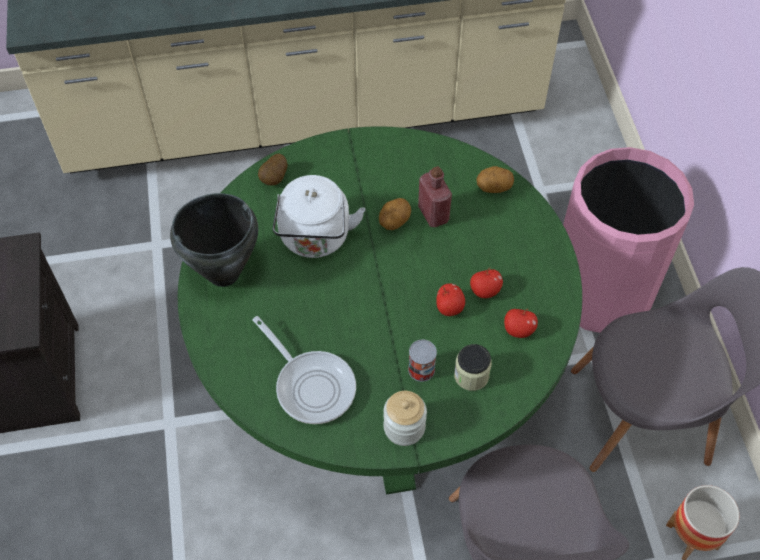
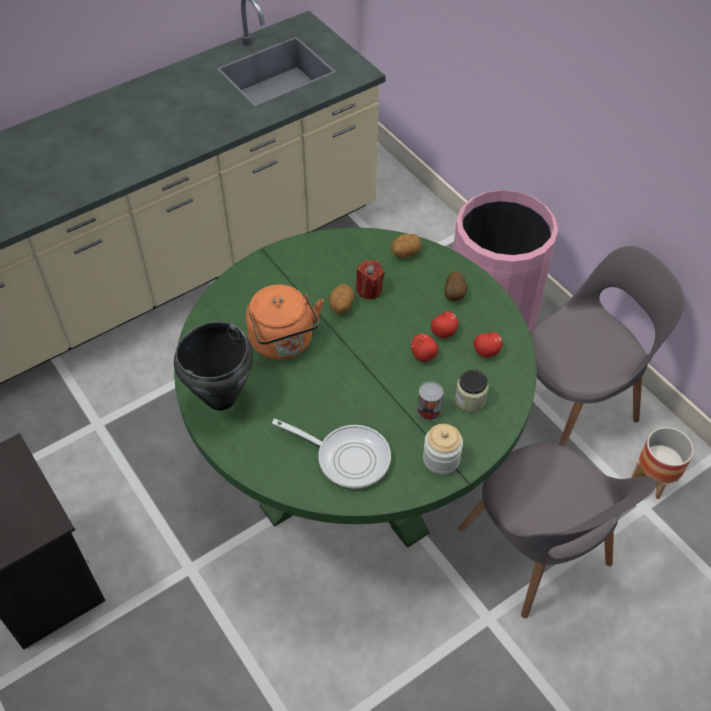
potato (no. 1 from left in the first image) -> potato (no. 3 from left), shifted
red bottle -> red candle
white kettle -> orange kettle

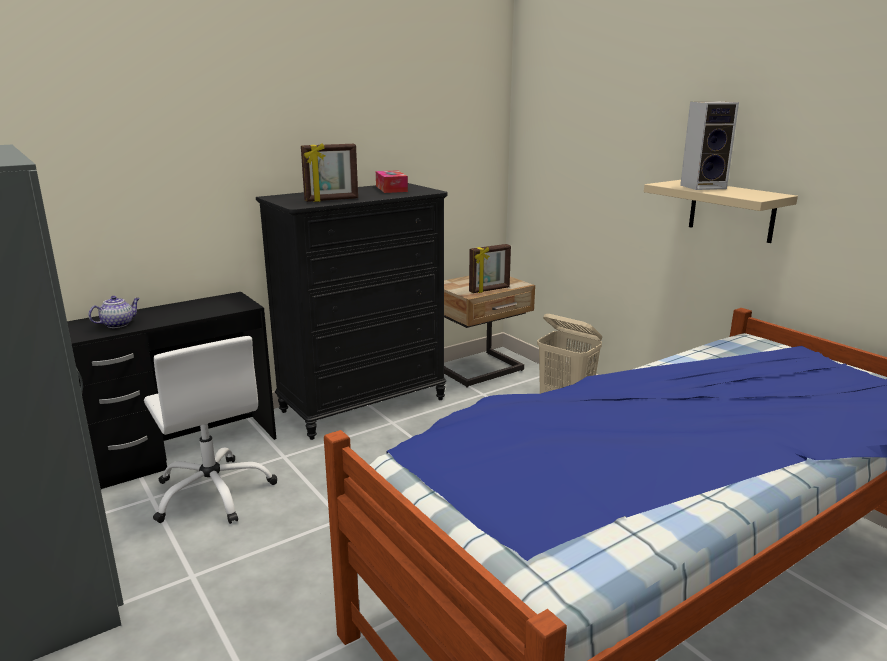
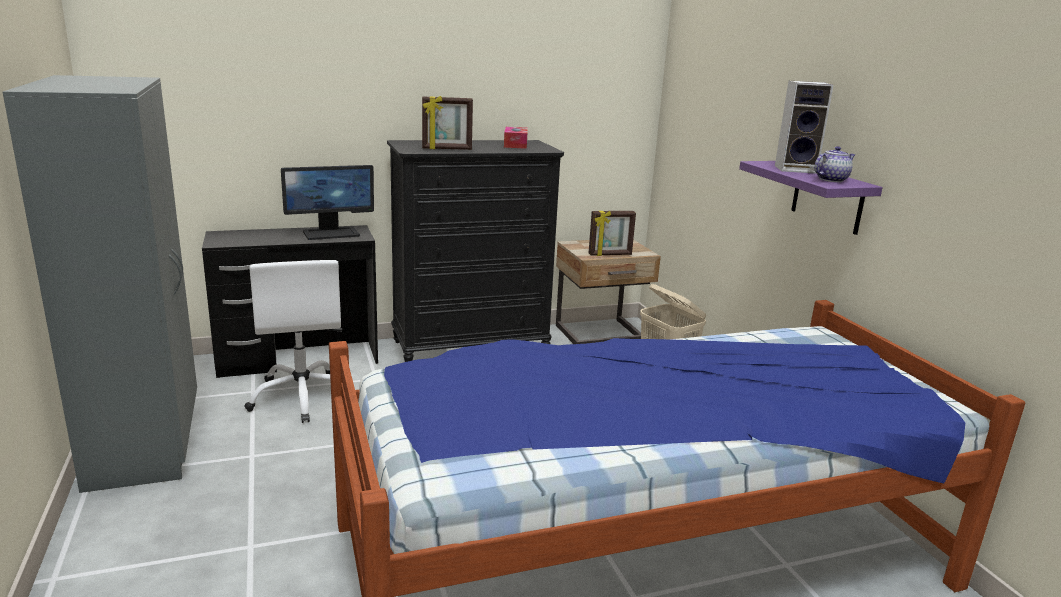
beige shelf -> purple shelf
teapot, shifted
none -> monitor

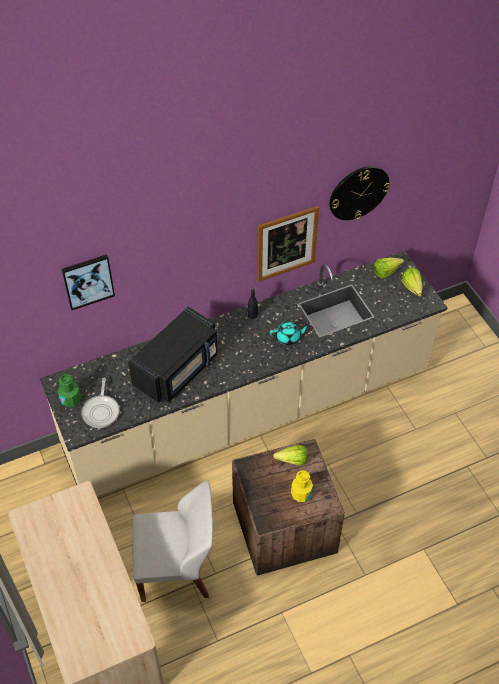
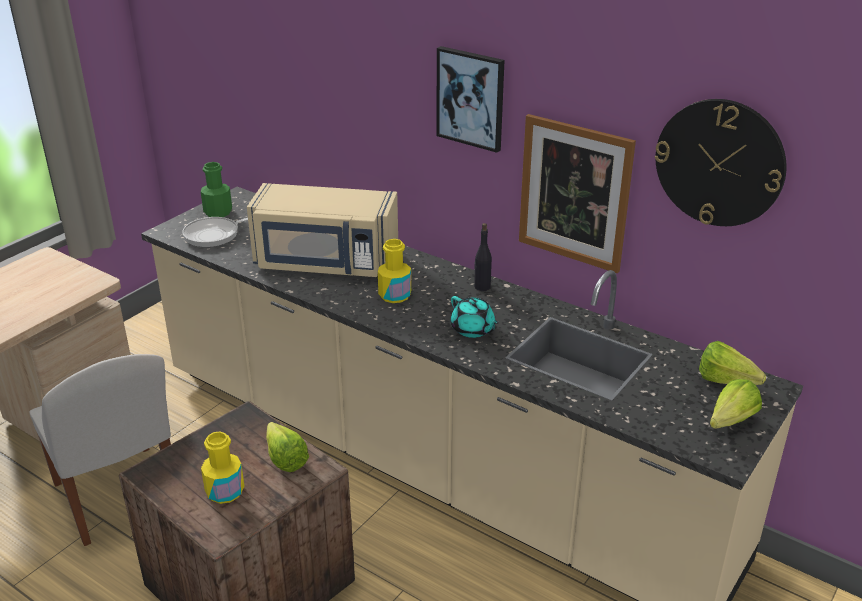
picture (no. 1 from left), shifted
black microwave -> beige microwave
none -> yellow bottle (no. 2 from left)

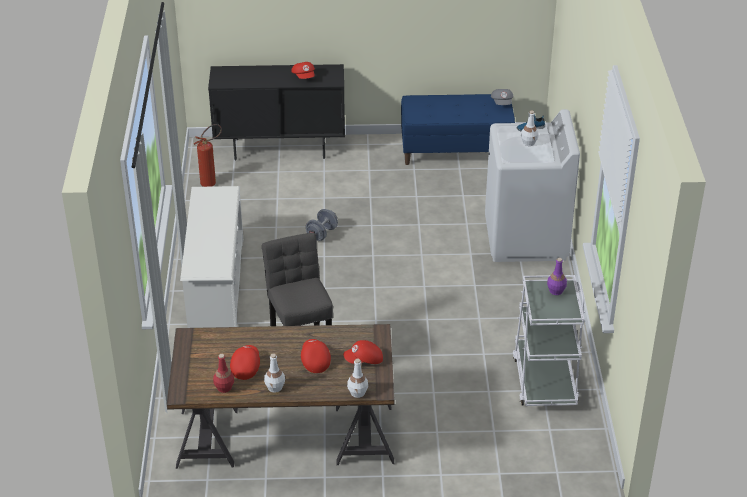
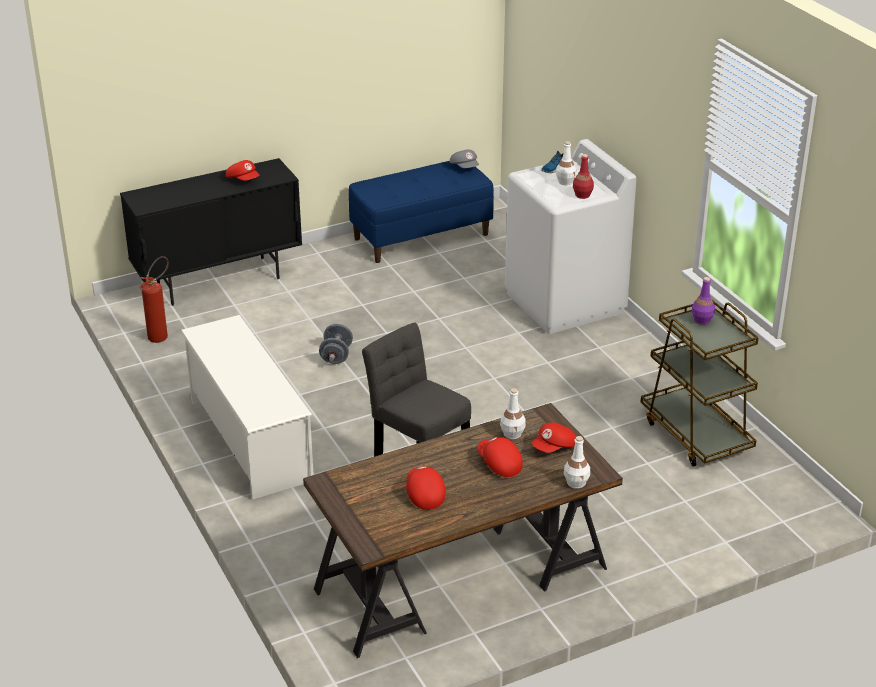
white cart -> brown cart
white bottle (no. 1 from left), shifted
red bottle, shifted

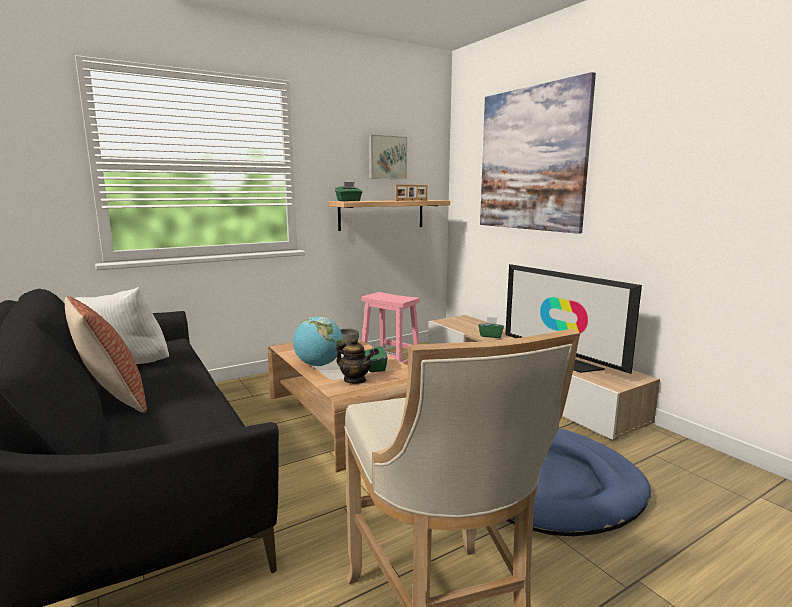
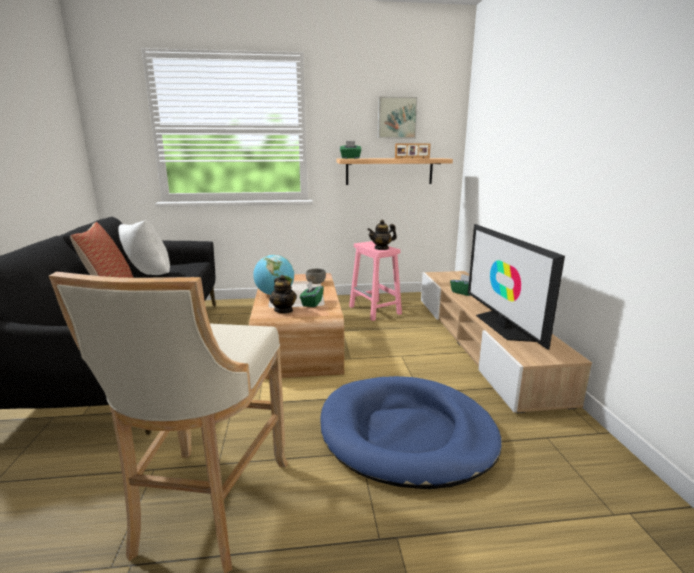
picture (no. 2 from left) -> none
none -> teapot (no. 2 from left)

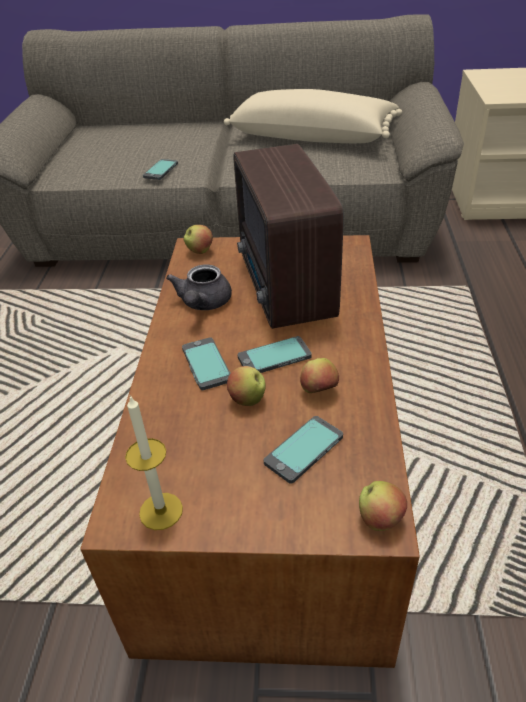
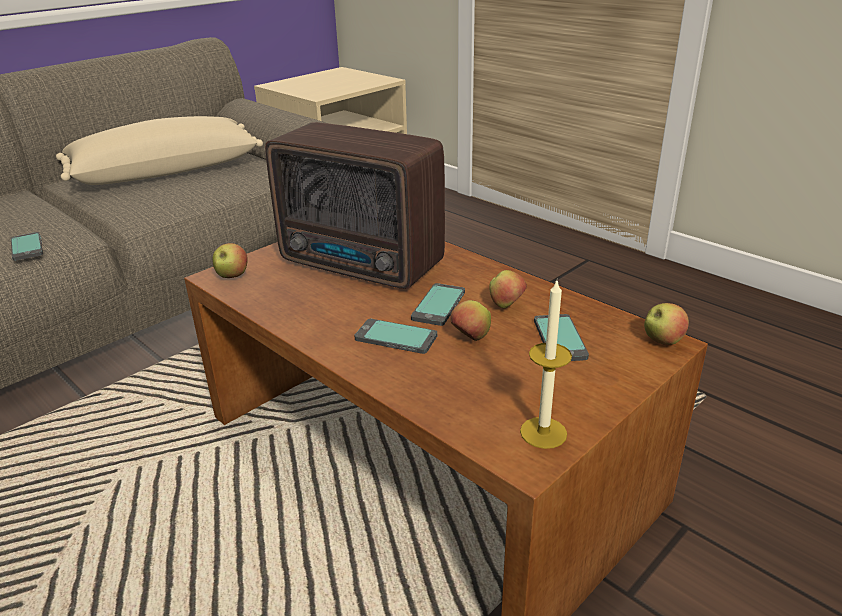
grey teapot -> none

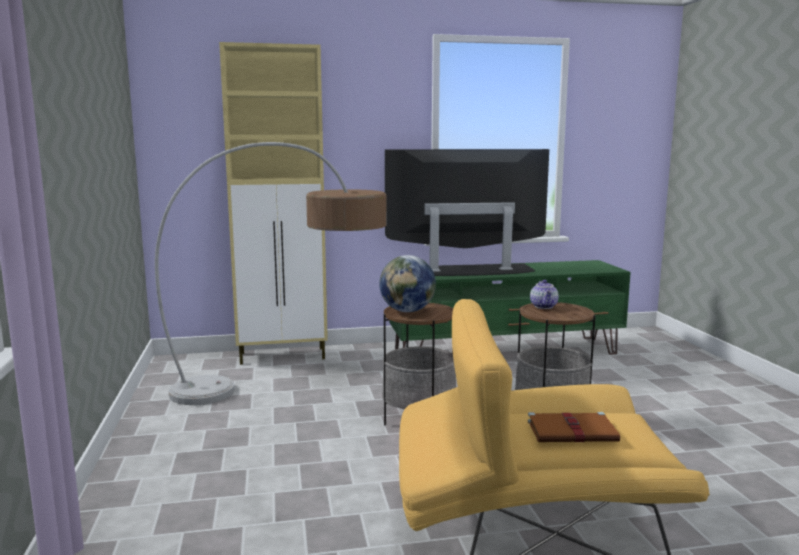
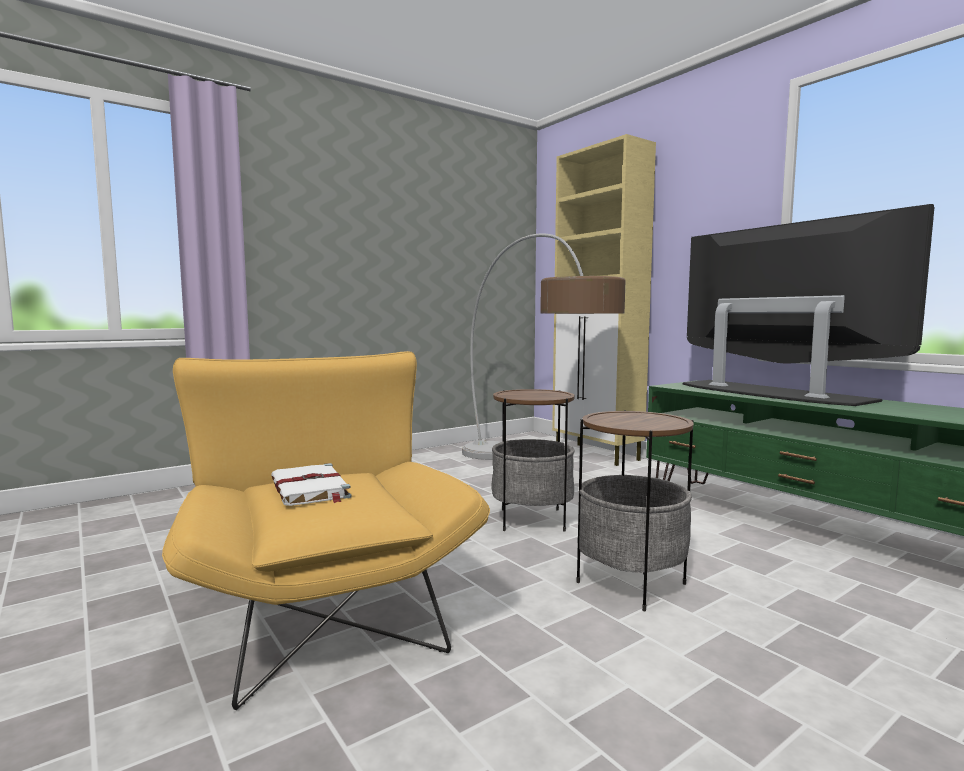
globe -> none
teapot -> none
brown book -> white book

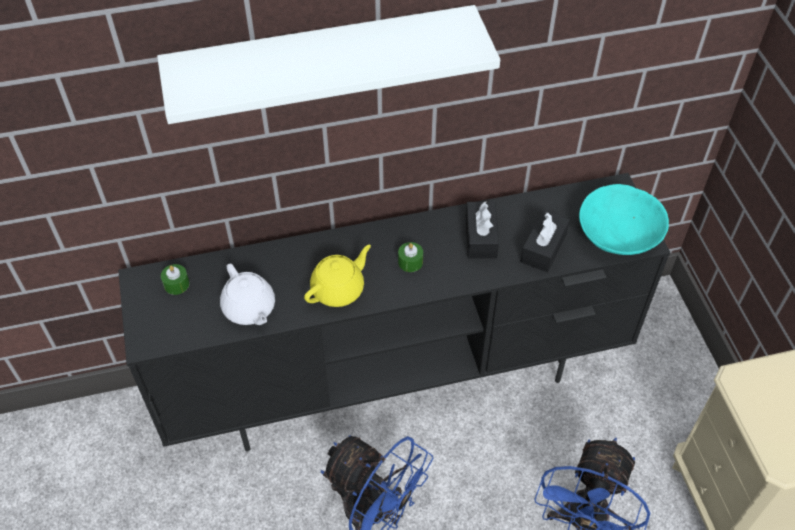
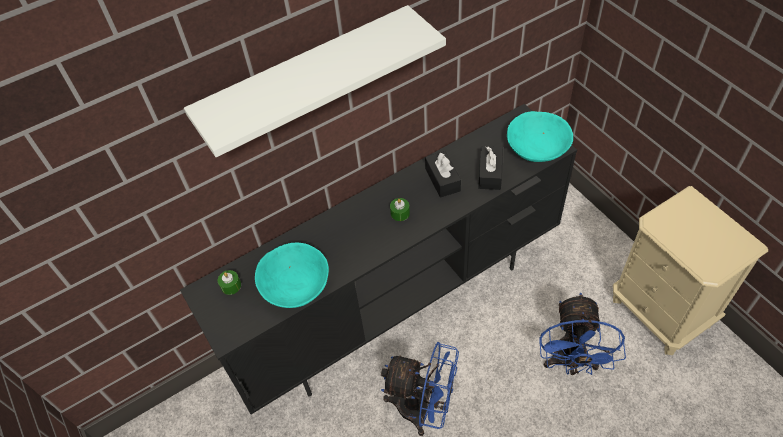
yellow teapot -> none
white teapot -> turquoise bowl (no. 1 from left)

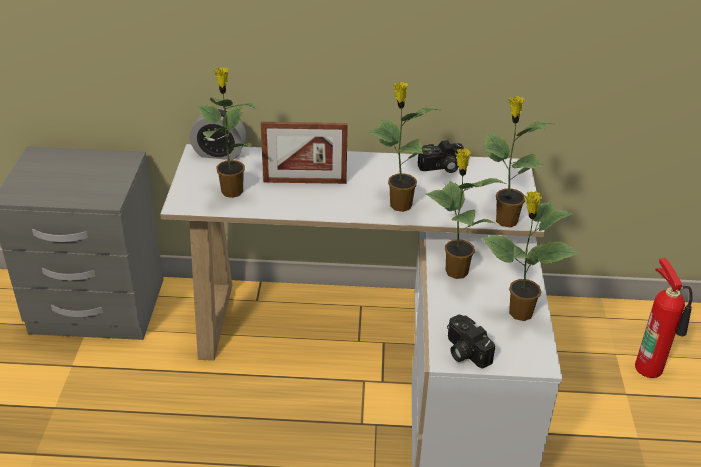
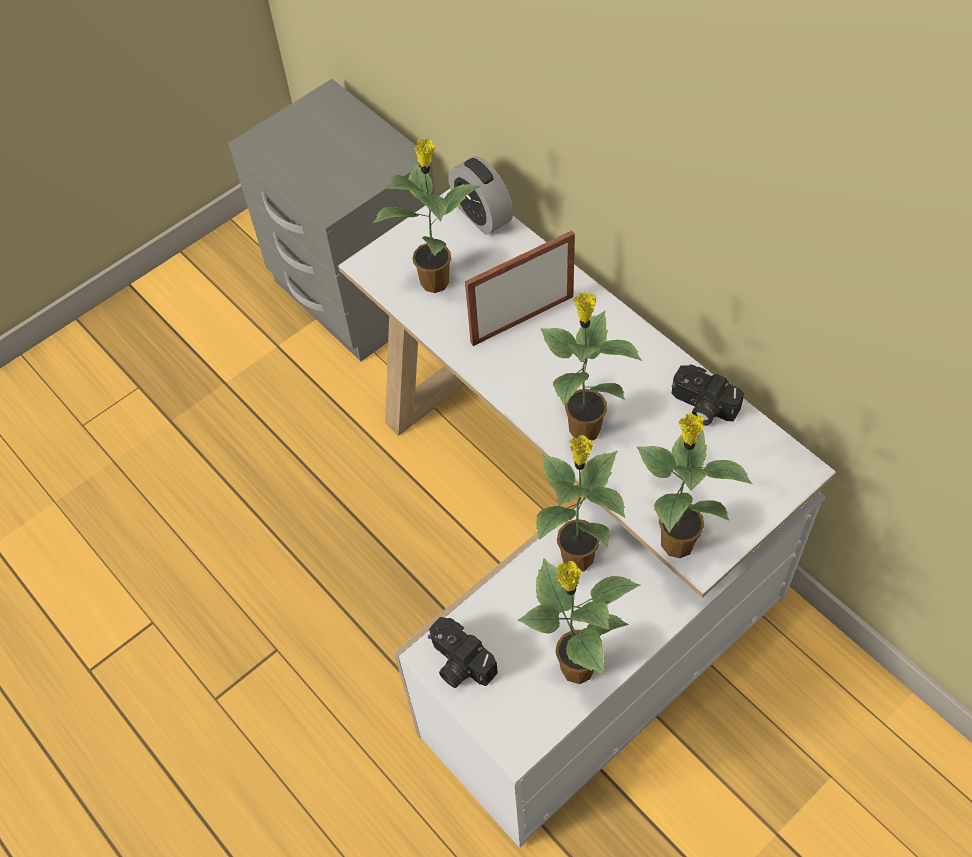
picture frame, 105 degrees clockwise
fire extinguisher -> none
photo camera (no. 2 from left in the first image) -> photo camera (no. 1 from left), 60 degrees counterclockwise

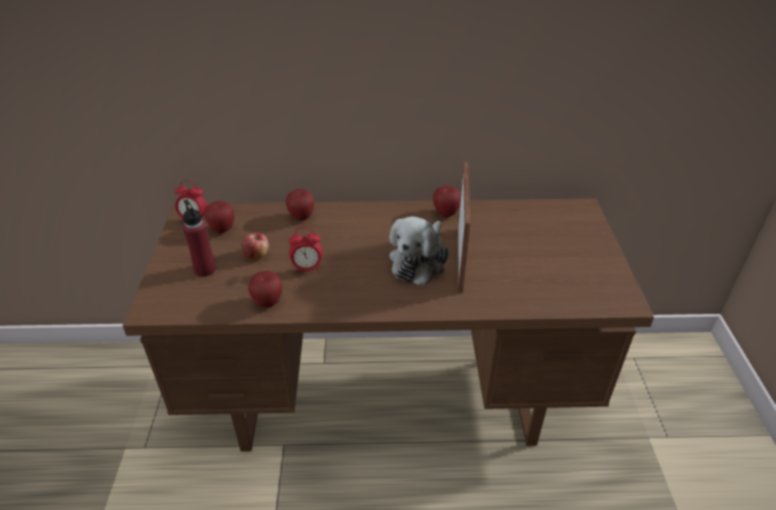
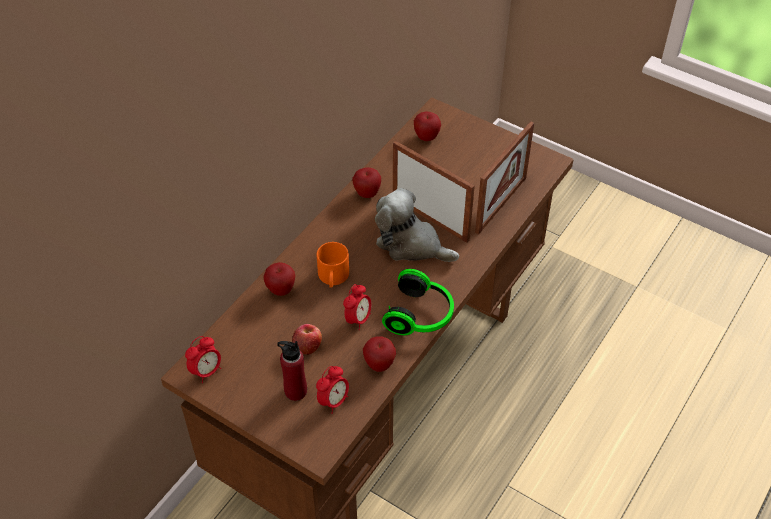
apple (no. 1 from left in the first image) -> apple (no. 5 from left), shifted
plush toy, 150 degrees clockwise
none -> picture frame (no. 2 from left)
none -> orange mug
none -> headphones
none -> alarm clock (no. 2 from left)

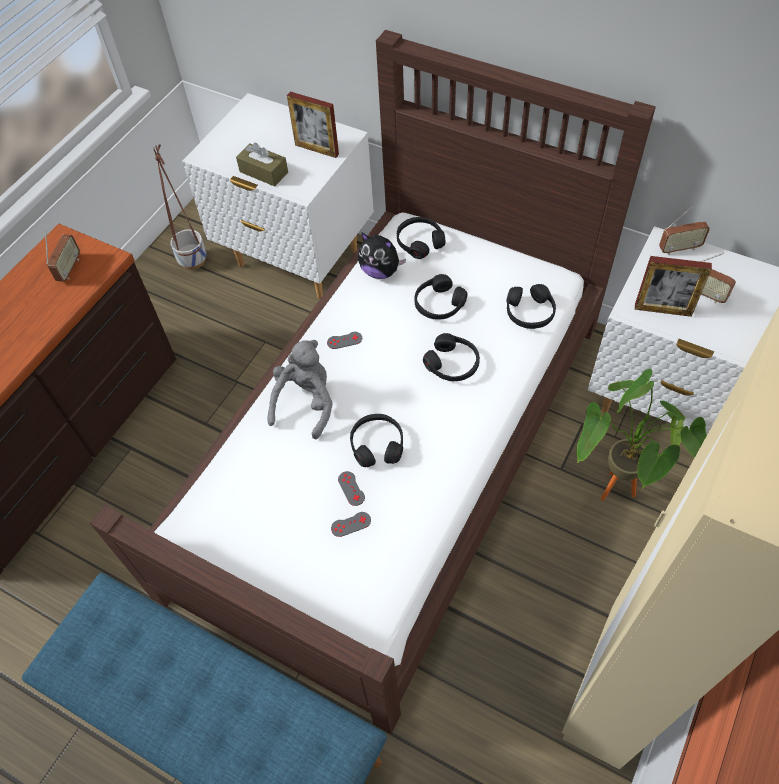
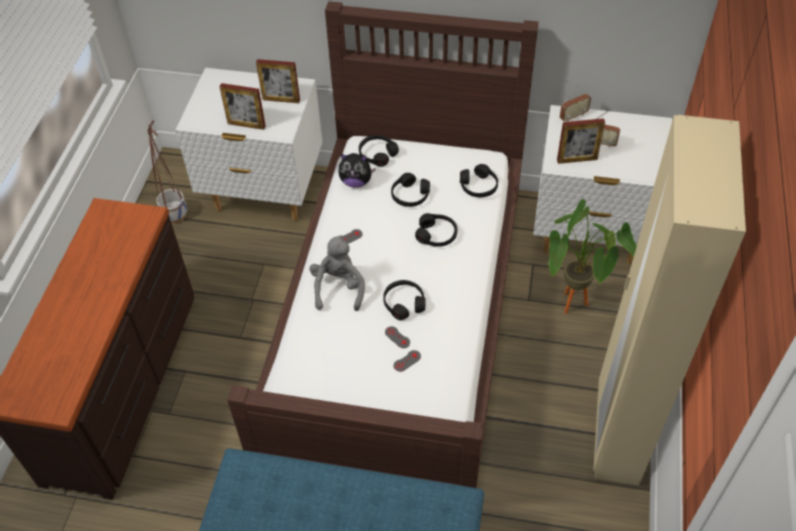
brown tissue box -> picture frame (no. 1 from left)
radio (no. 1 from left) -> none

